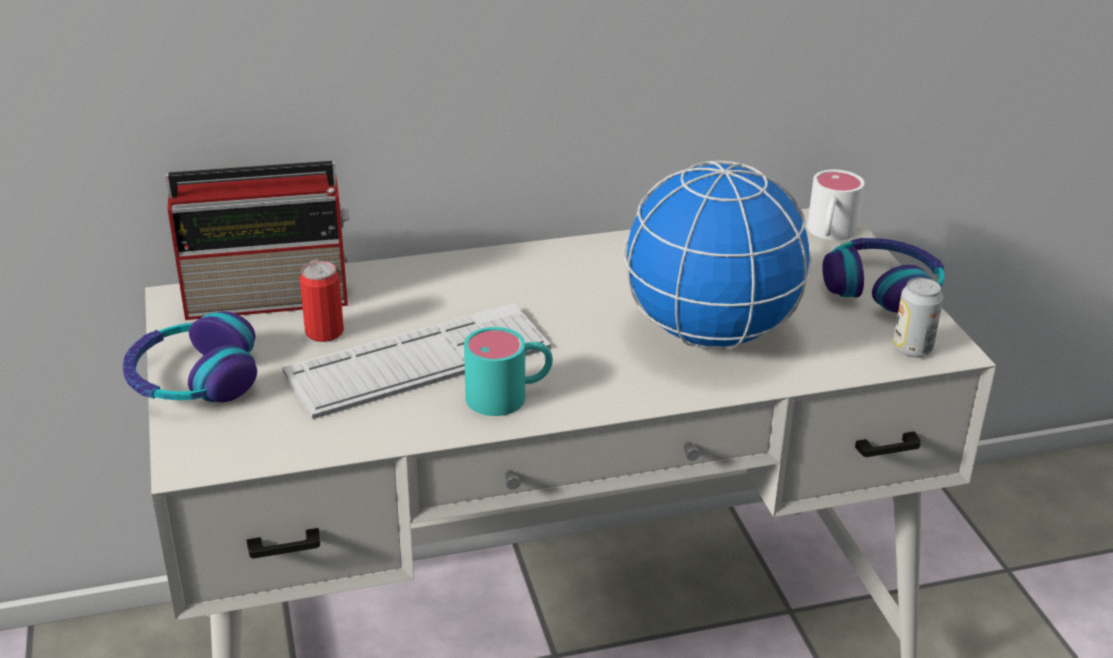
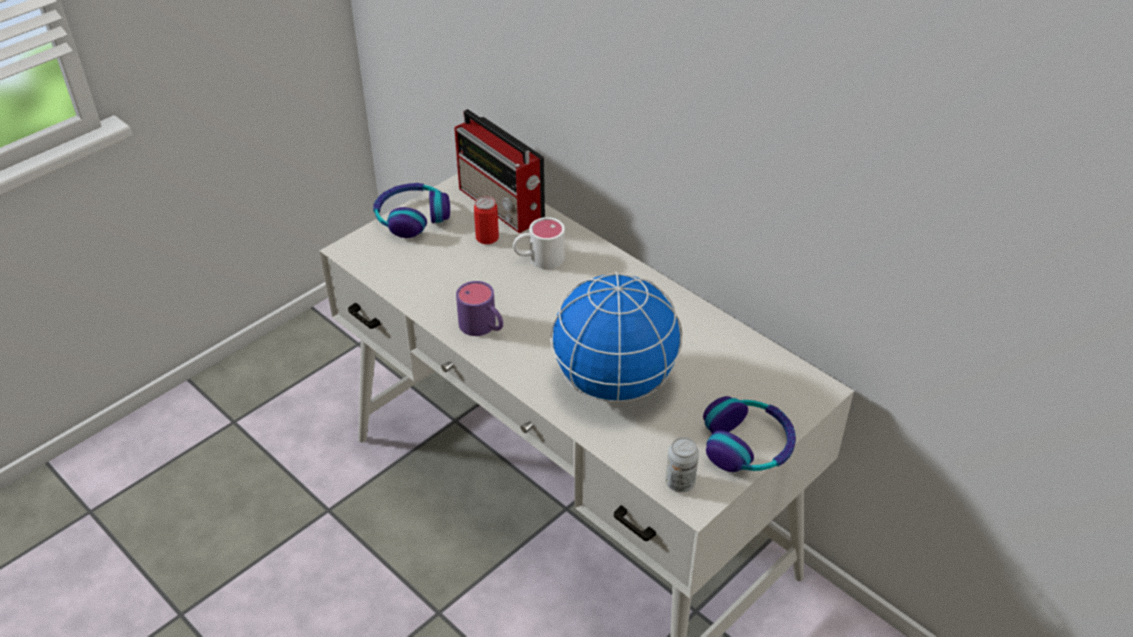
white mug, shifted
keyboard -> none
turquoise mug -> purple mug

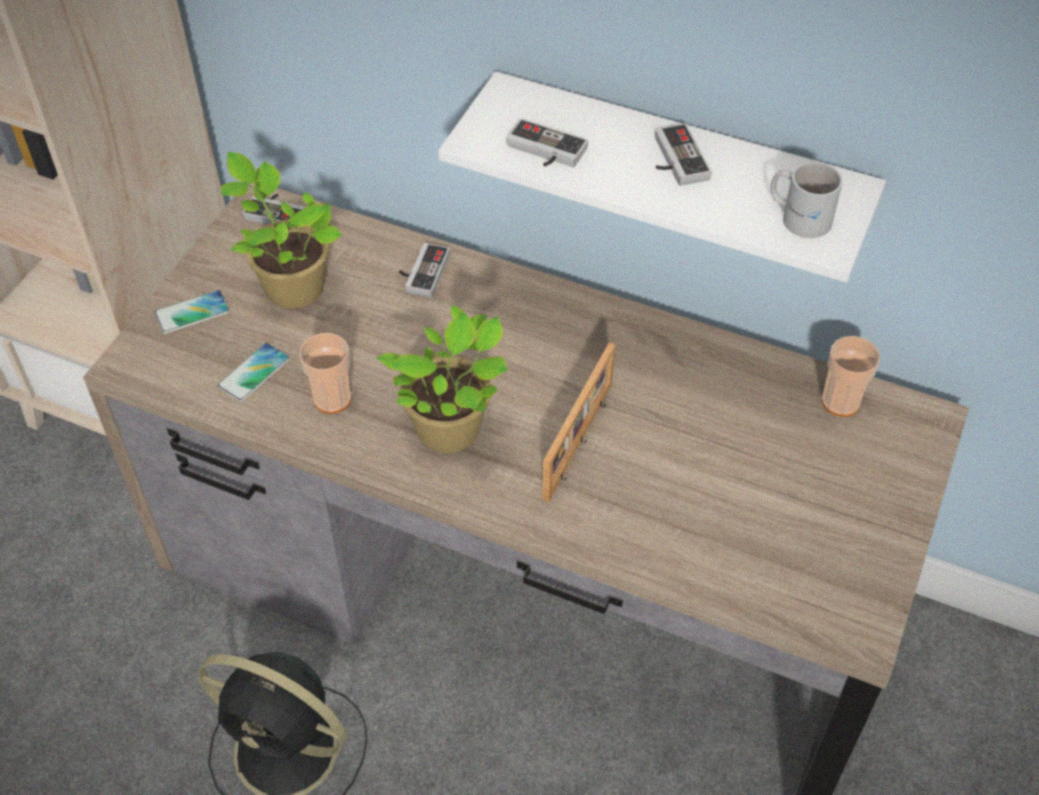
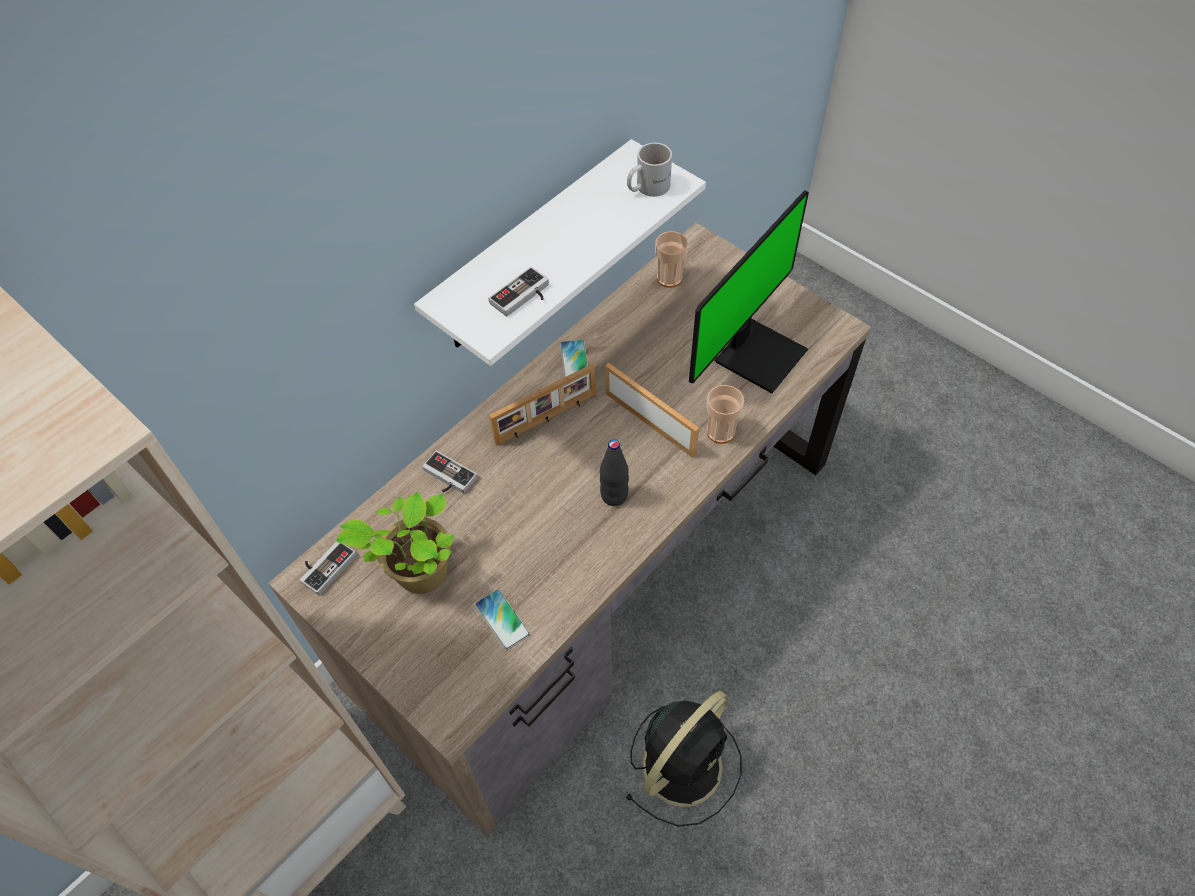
game controller (no. 4 from left) -> none
phone (no. 1 from left in the first image) -> phone (no. 2 from left), shifted
potted plant (no. 2 from left) -> black bottle
cup (no. 1 from left in the first image) -> cup (no. 2 from left), shifted
none -> monitor
none -> picture frame (no. 1 from left)

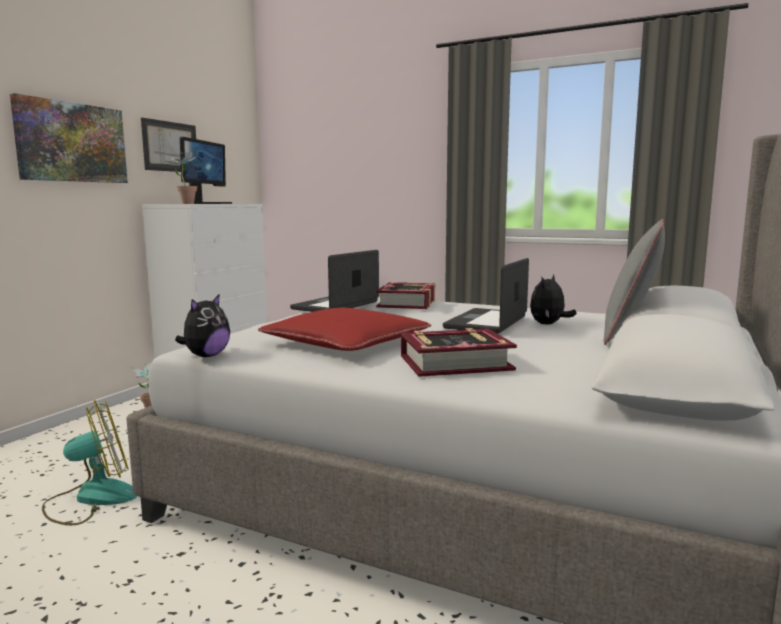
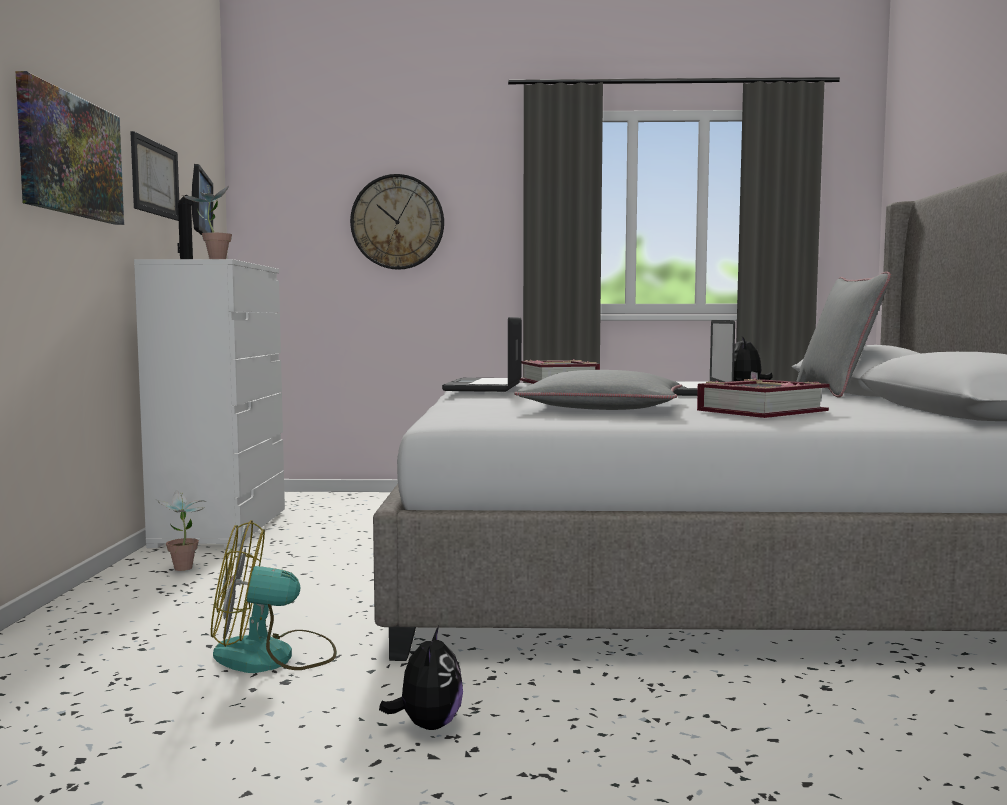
plush toy (no. 1 from left), shifted
red pillow -> grey pillow (no. 1 from left)
fan, 135 degrees counterclockwise
none -> wall clock

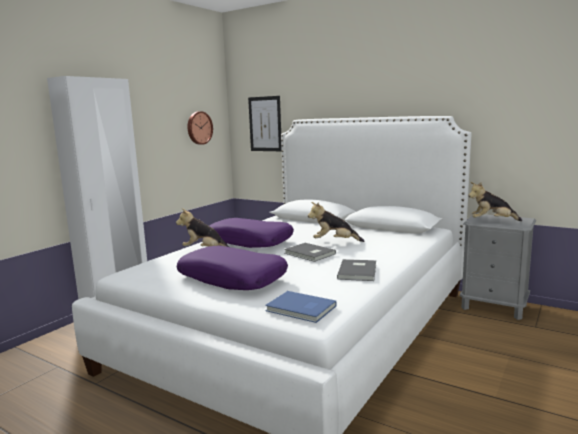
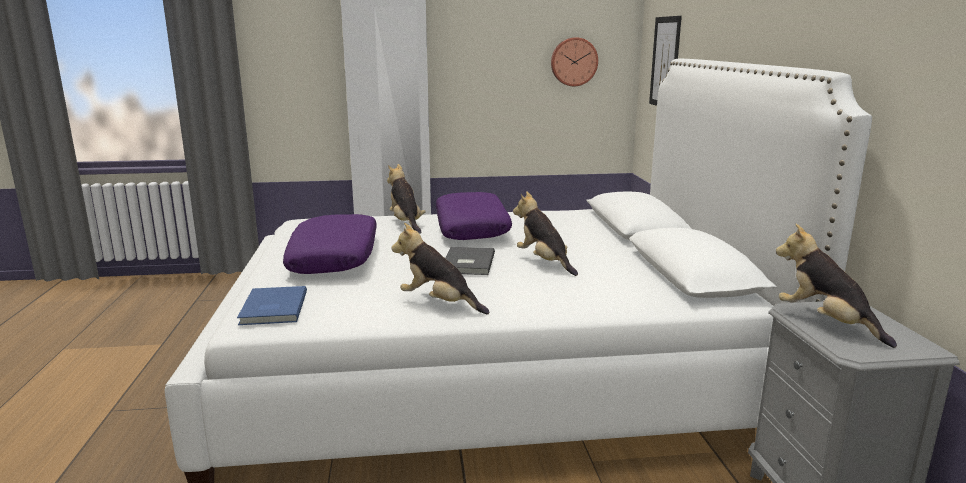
grey book (no. 2 from left) -> plush toy (no. 2 from left)

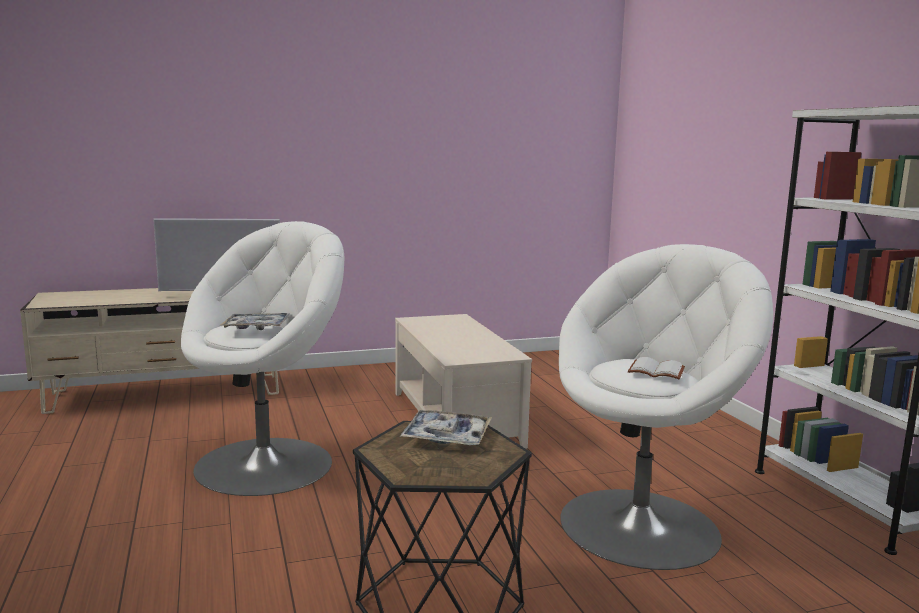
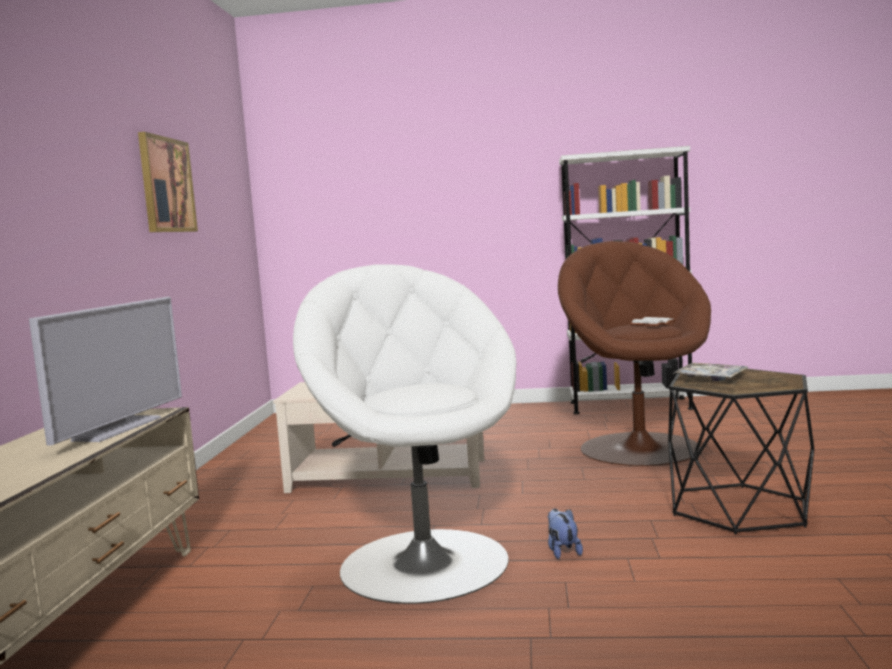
white armchair (no. 2 from left) -> brown armchair
tray (no. 1 from left) -> none
none -> picture
none -> plush toy

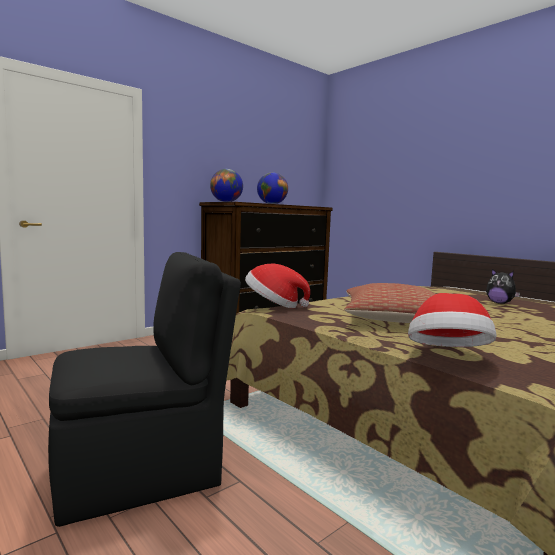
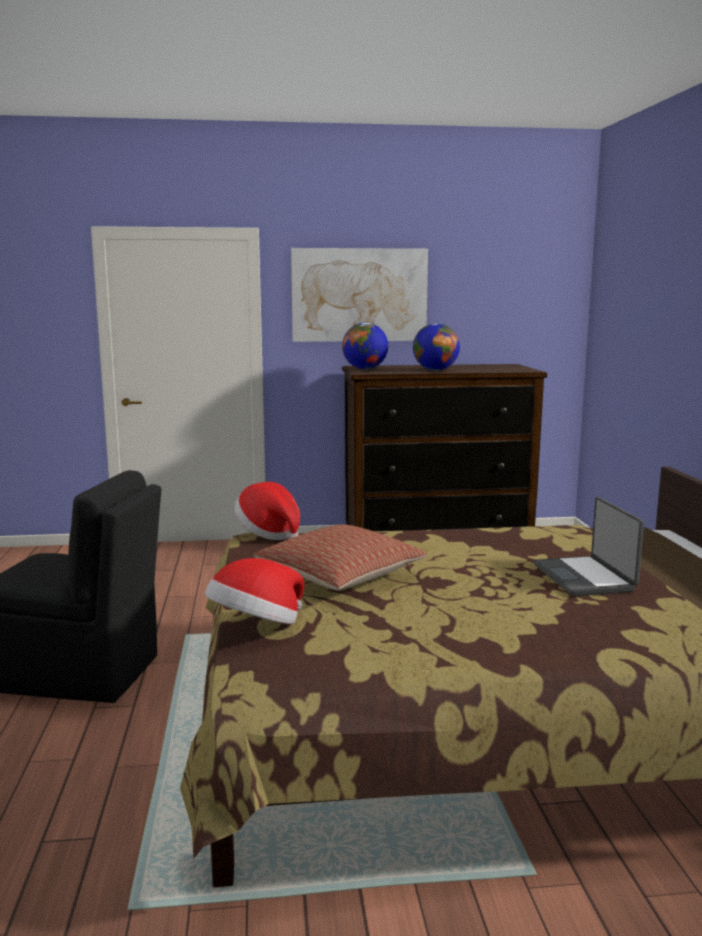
plush toy -> laptop
none -> picture

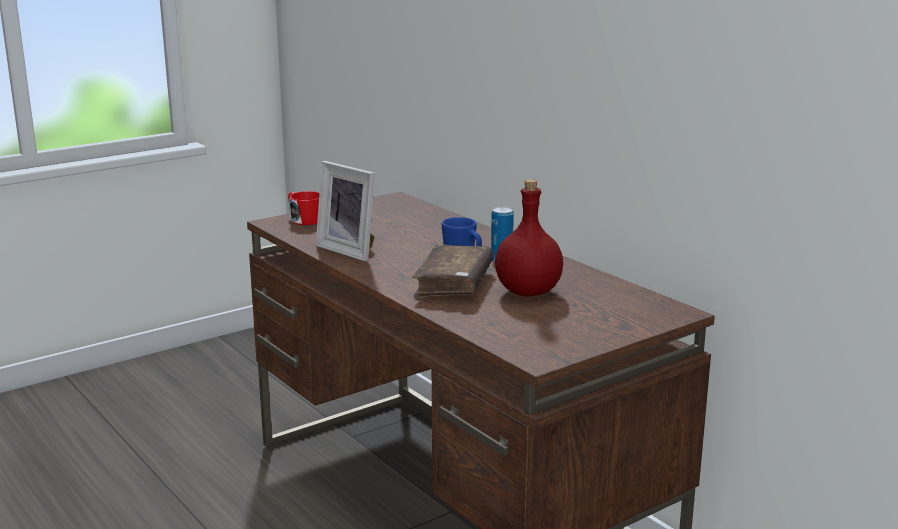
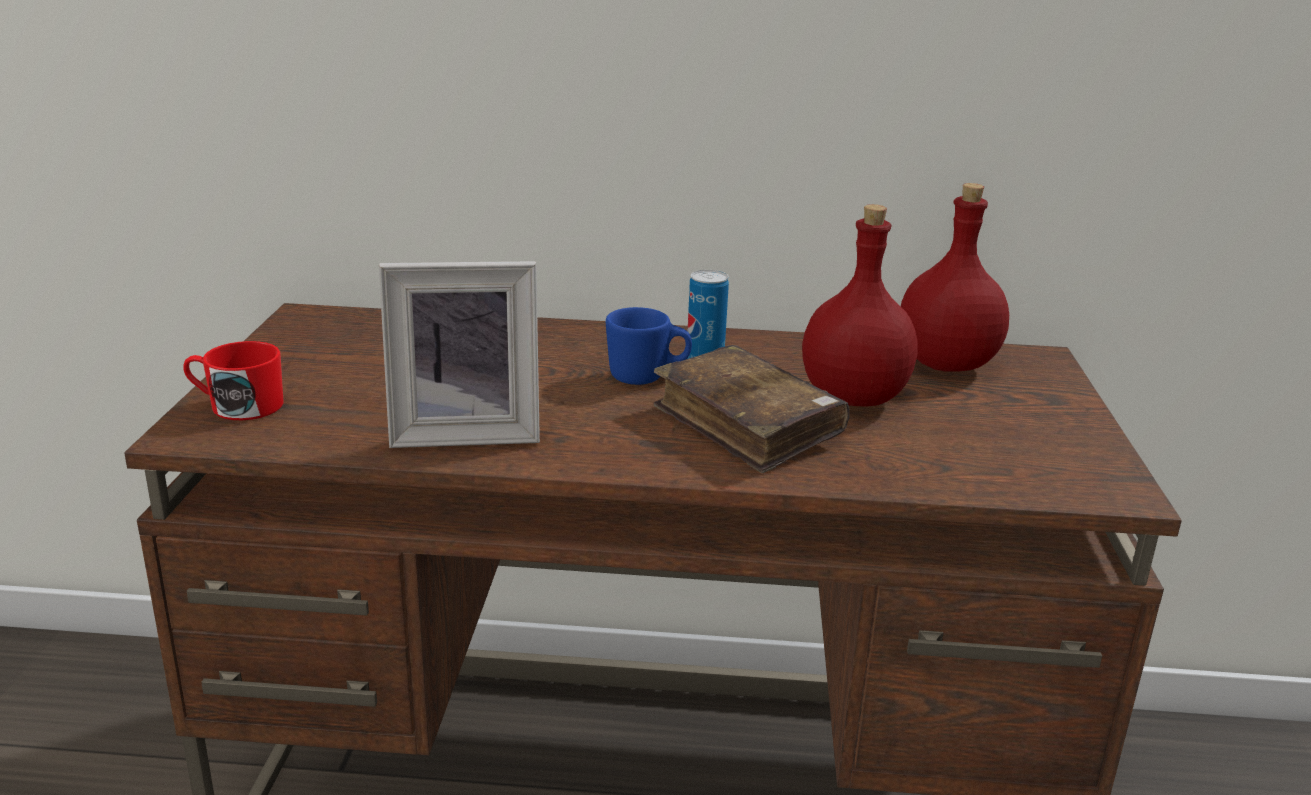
none -> red bottle (no. 2 from left)

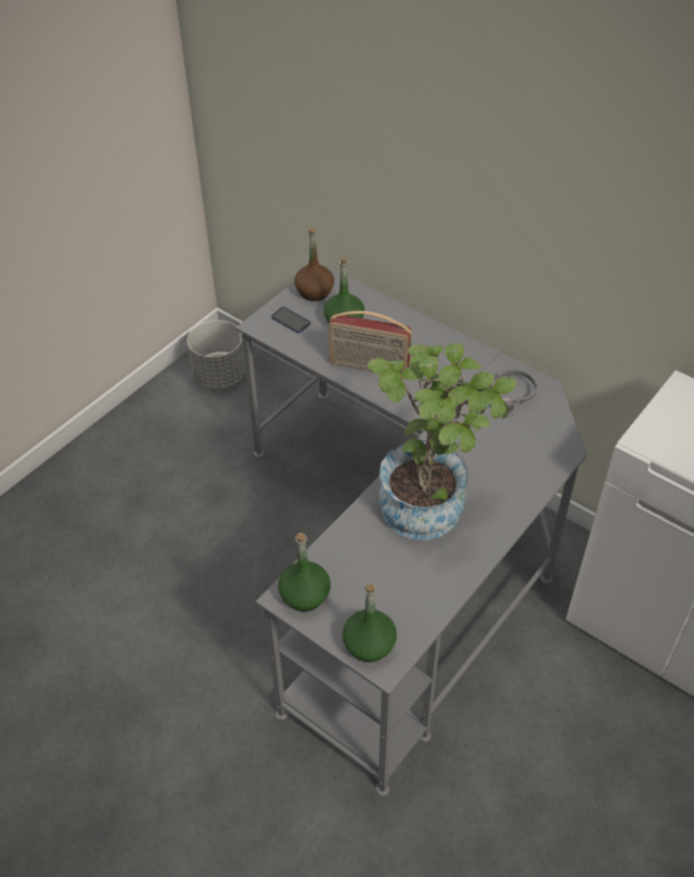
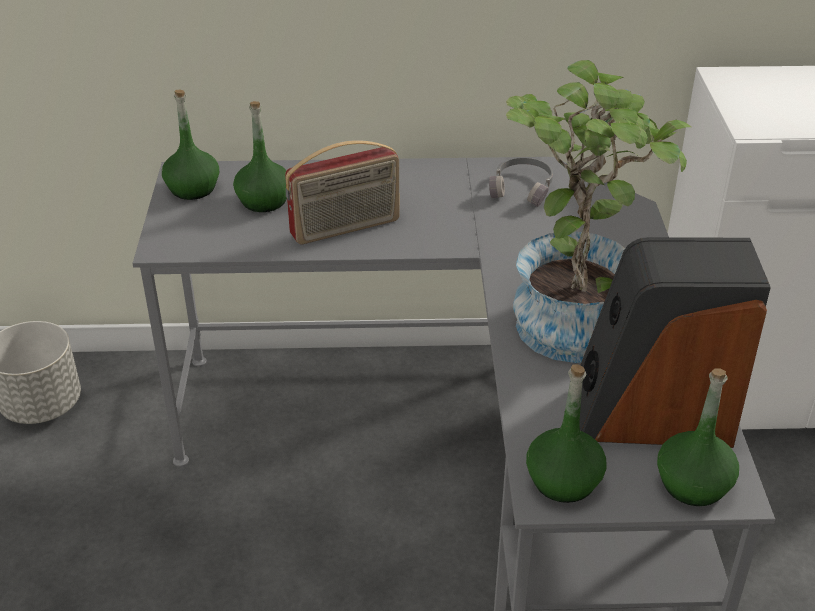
brown bottle -> green bottle (no. 1 from left)
phone -> none
none -> speaker

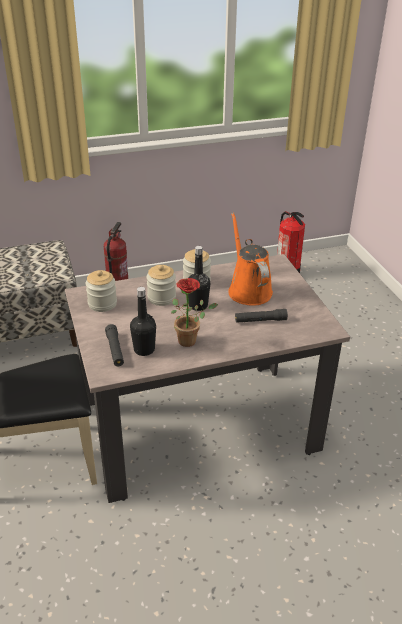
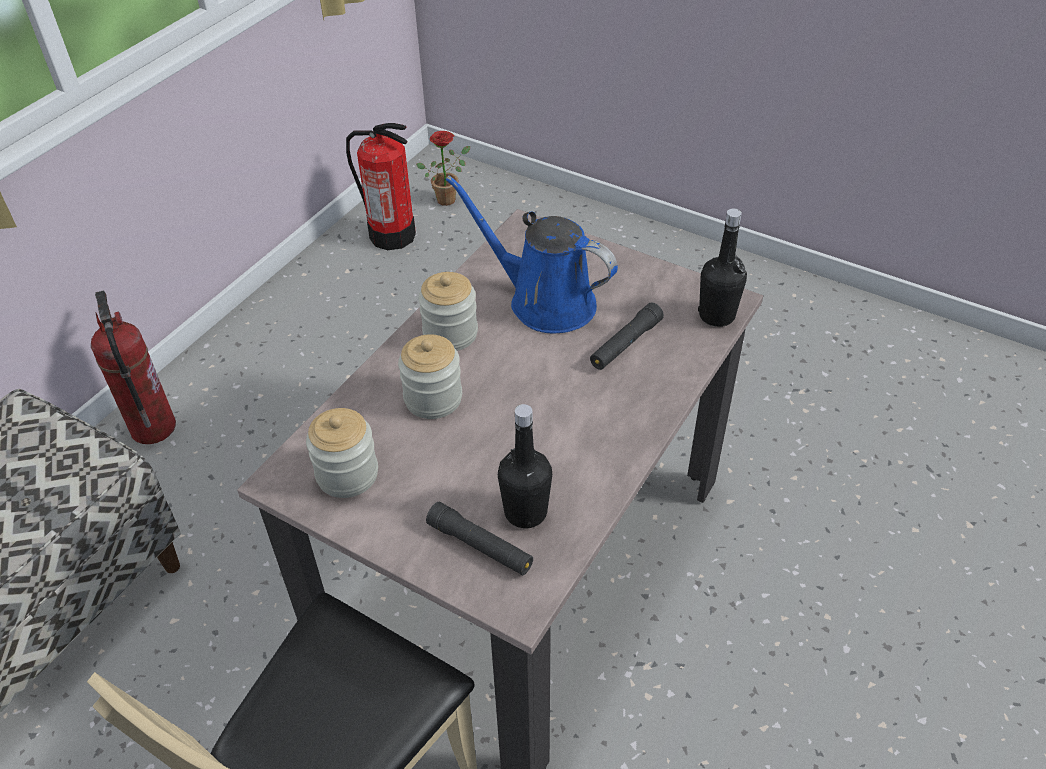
orange watering can -> blue watering can
black bottle (no. 2 from left), shifted
potted plant, shifted

